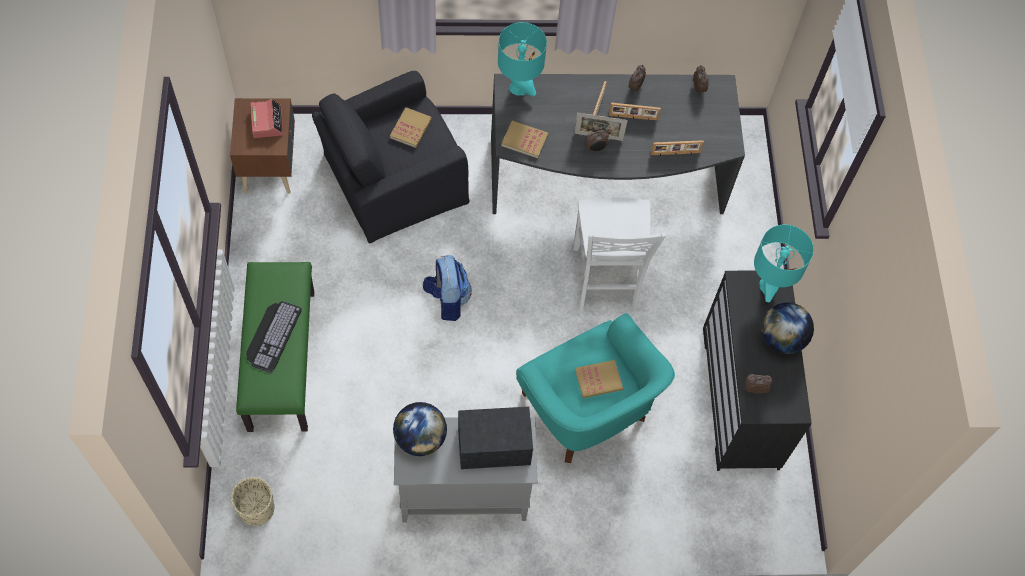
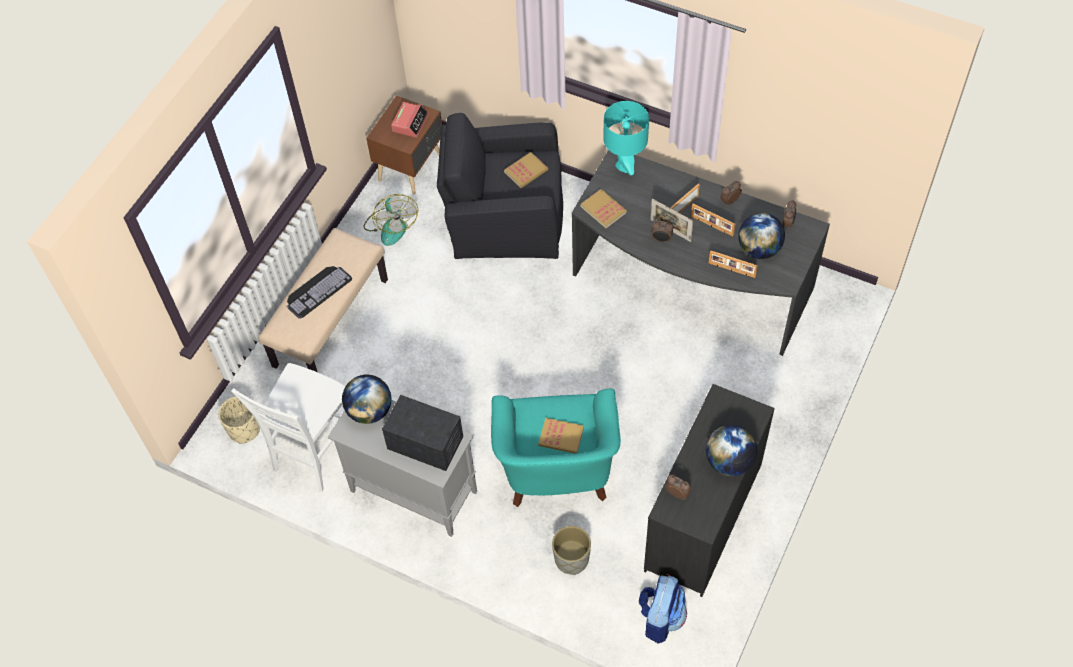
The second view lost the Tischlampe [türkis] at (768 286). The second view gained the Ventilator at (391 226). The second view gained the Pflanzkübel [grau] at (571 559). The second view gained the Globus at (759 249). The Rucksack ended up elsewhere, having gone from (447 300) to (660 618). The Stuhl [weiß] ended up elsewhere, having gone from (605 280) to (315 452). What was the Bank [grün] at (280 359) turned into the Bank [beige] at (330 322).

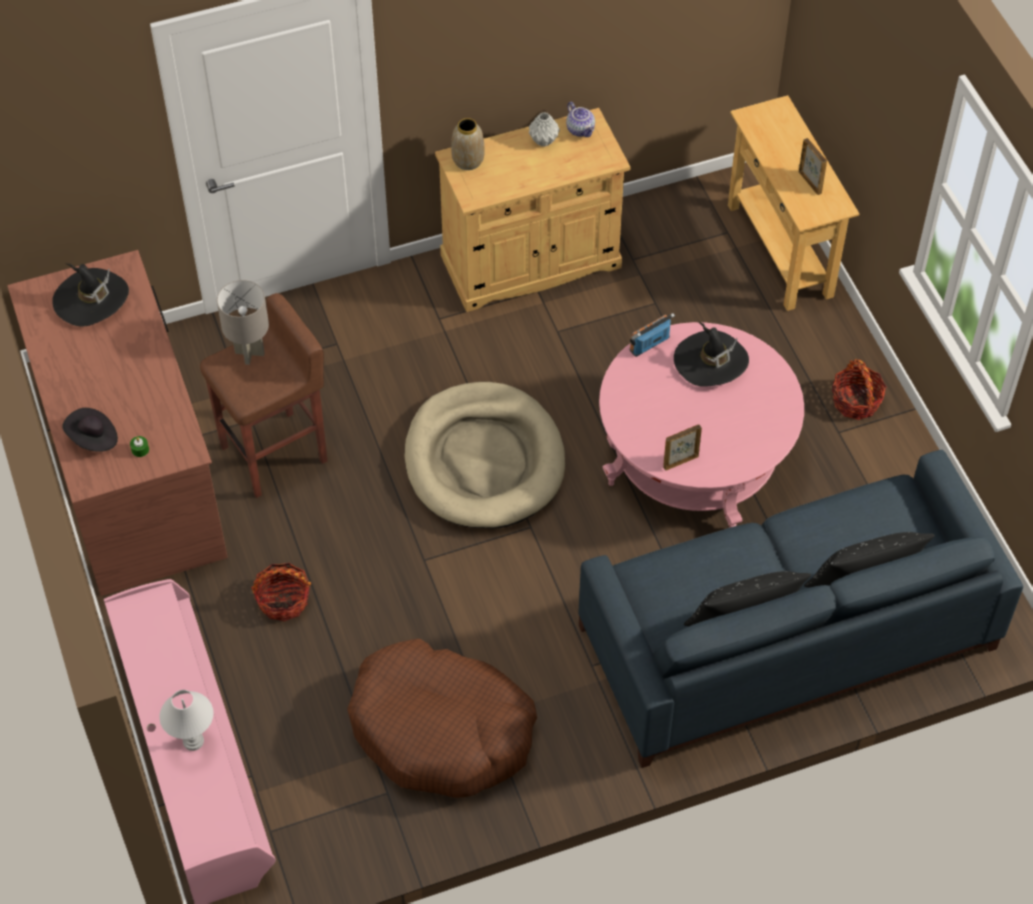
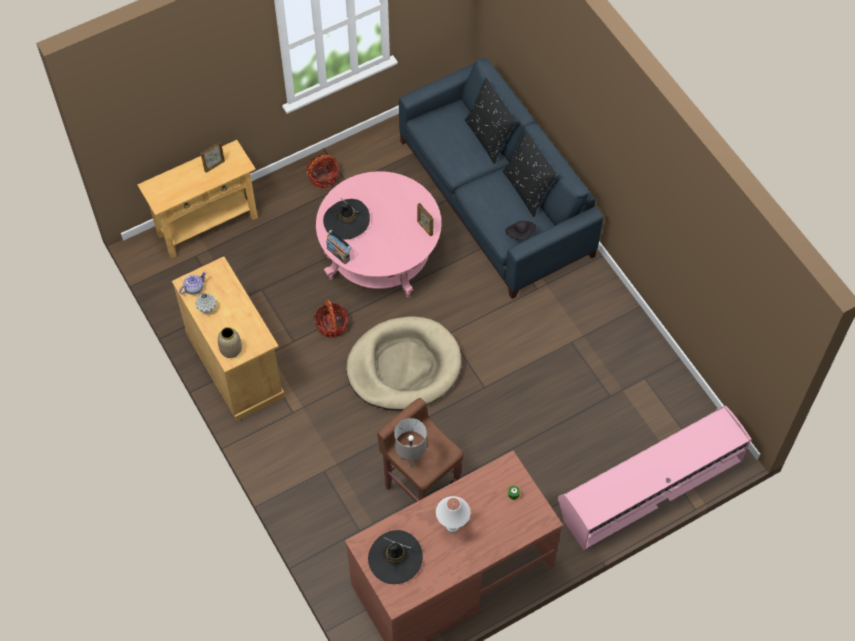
The second view lost the Hundebett [braun] at (441 730). The Hut [schwarz] ended up elsewhere, having gone from (93 439) to (520 234). The Tischlampe [weiß] ended up elsewhere, having gone from (193 741) to (452 526). The Korb ended up elsewhere, having gone from (283 600) to (331 325).

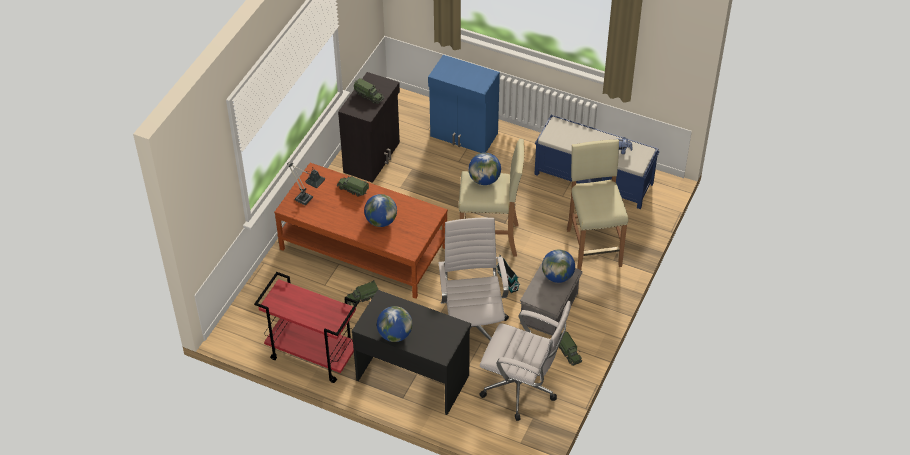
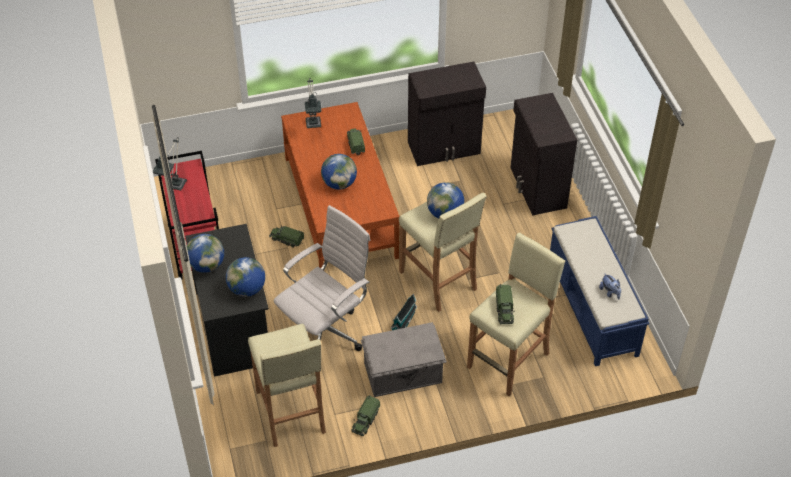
The second view gained the Tischlampe at (175 187). The Spielzeuglaster ended up elsewhere, having gone from (369 96) to (504 310). The Globus ended up elsewhere, having gone from (557 276) to (247 289). Where the Bürostuhl [weiß] stood at (522 389), the Hocker [beige] came to stand at (290 412). What was the Schrank [blau] at (464 135) turned into the Schrank [schwarz] at (537 188).

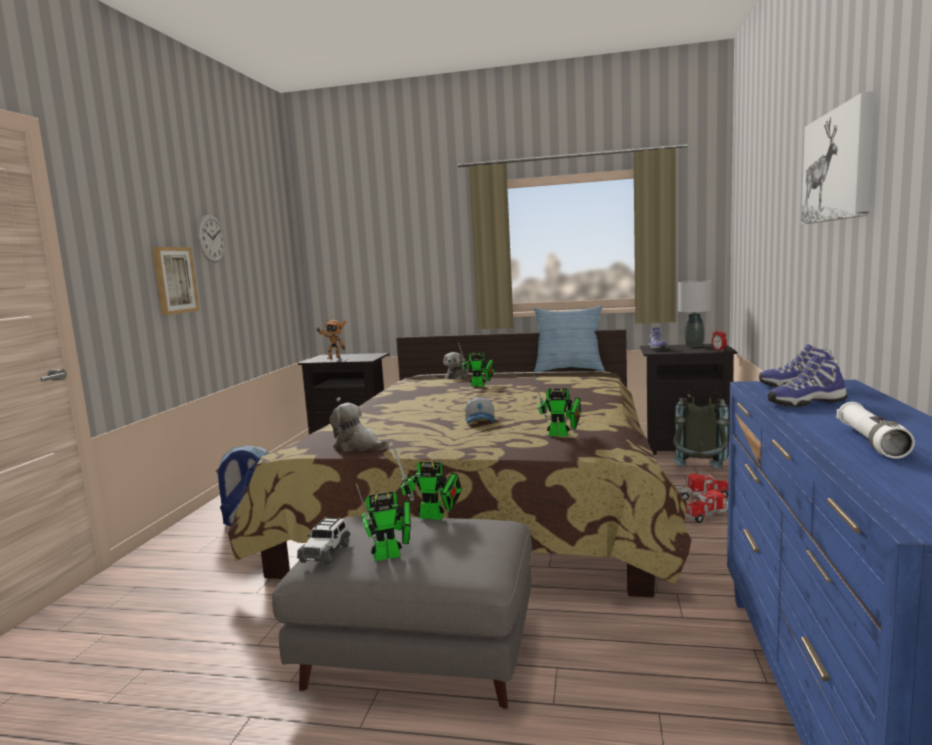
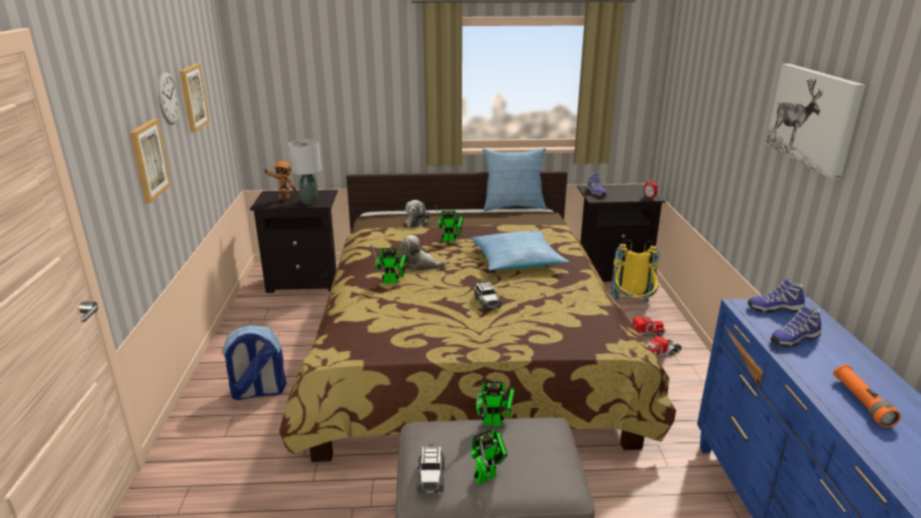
The second view gained the Bild at (193 97). The second view gained the Kissen at (516 260). The Plüschtier ended up elsewhere, having gone from (358 446) to (420 265). The Spielzeugroboter ended up elsewhere, having gone from (561 435) to (393 281). The Tischlampe [grau] ended up elsewhere, having gone from (694 345) to (310 202). Where the Kappe stood at (481 421), the Spielzeugauto came to stand at (487 302). What was the Rucksack [grau] at (699 473) turned into the Rucksack [gelb] at (632 306). What was the Taschenlampe [weiß] at (871 442) turned into the Taschenlampe [orange] at (862 402).

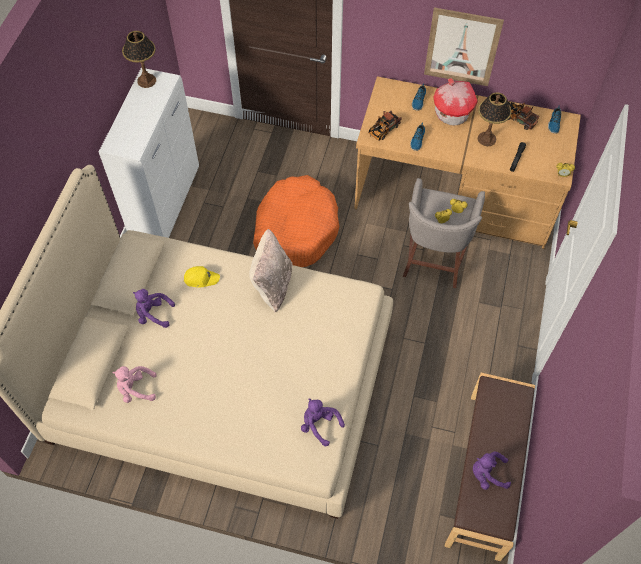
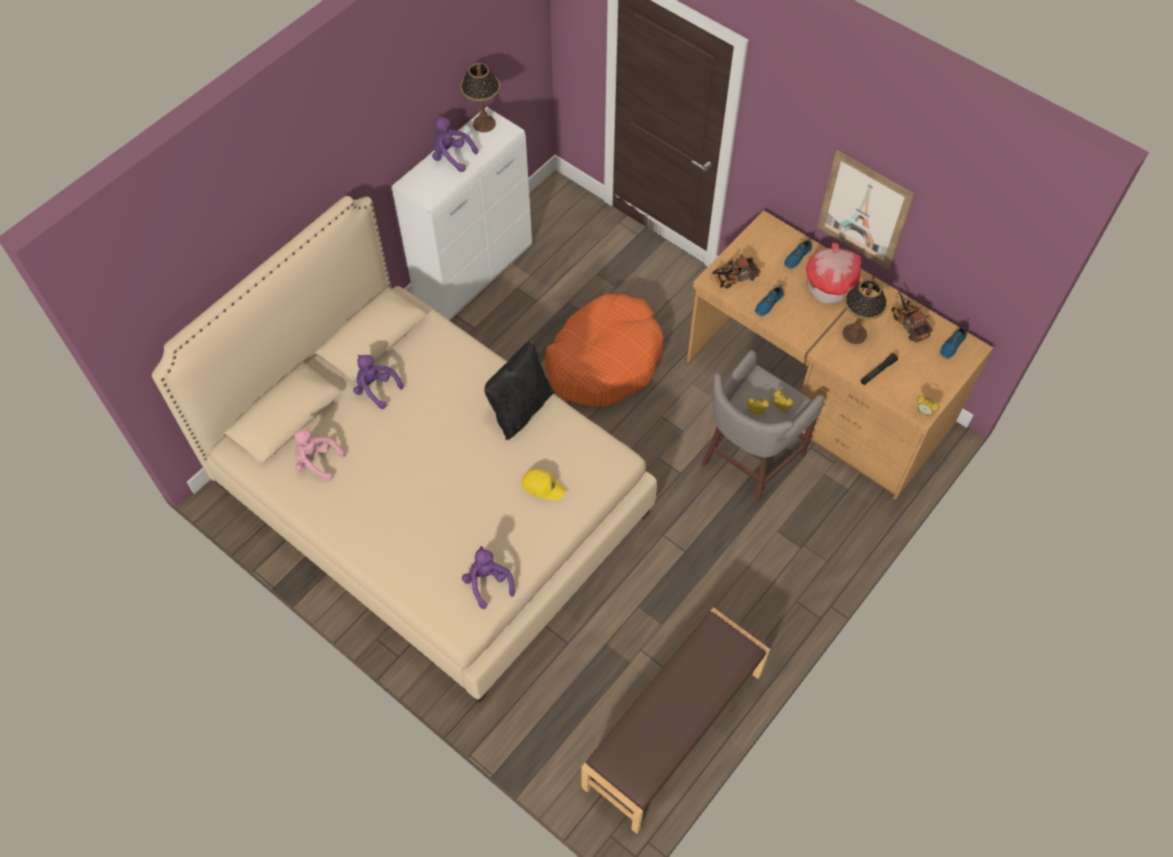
The Kappe [gelb] ended up elsewhere, having gone from (201 278) to (543 486). The Plüschtier [lila] ended up elsewhere, having gone from (487 474) to (451 156). What was the Kissen [beige] at (272 285) turned into the Kissen [schwarz] at (520 408).

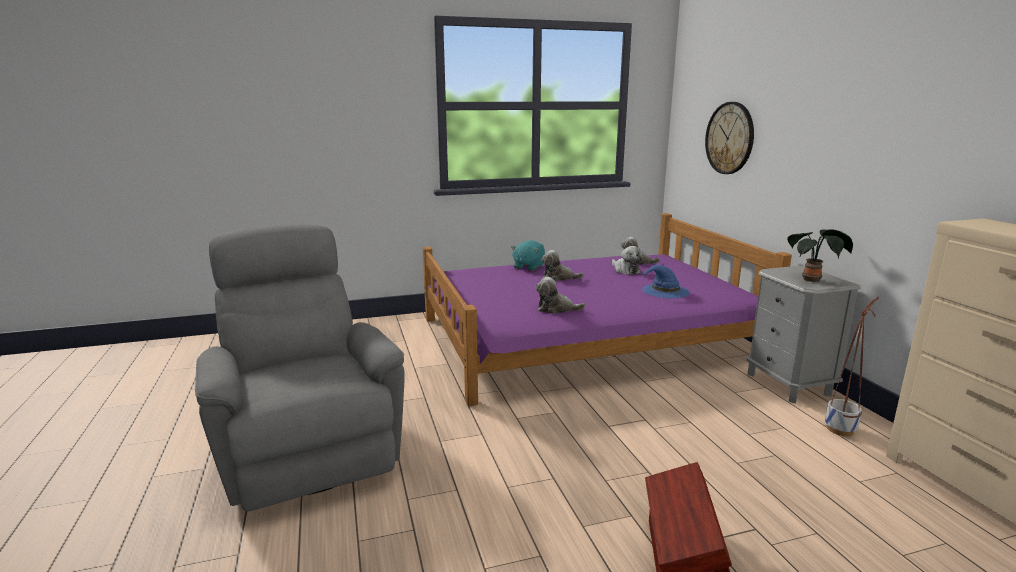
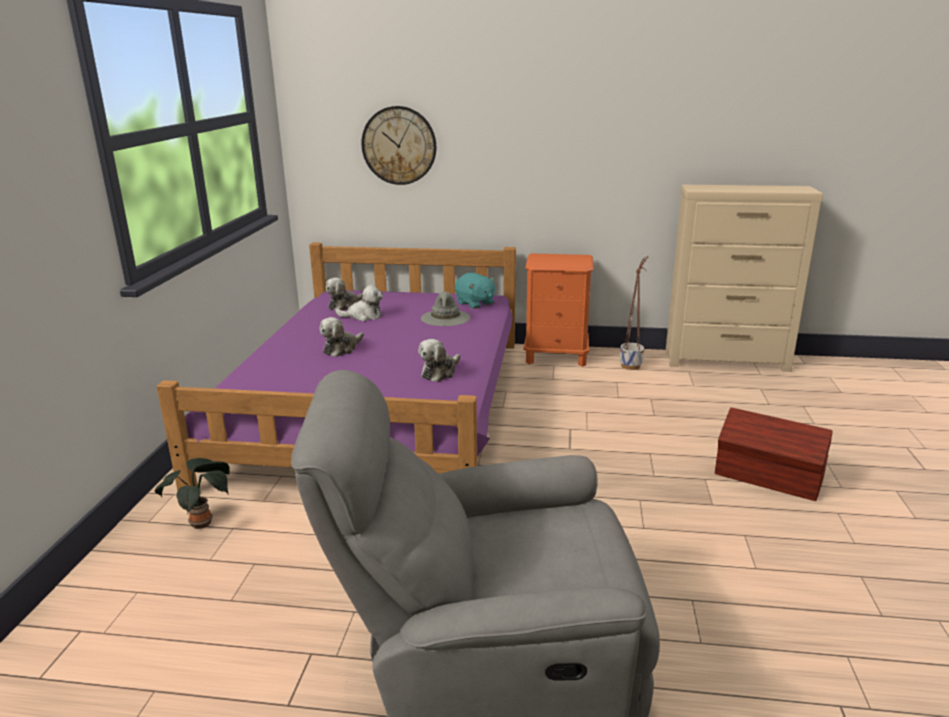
The Plüschtier [türkis] ended up elsewhere, having gone from (528 267) to (475 303). The Topfpflanze ended up elsewhere, having gone from (813 280) to (203 522). What was the Hut [blau] at (665 291) turned into the Hut [grau] at (445 318). What was the Nachttisch [grau] at (789 384) turned into the Nachttisch [orange] at (556 356).

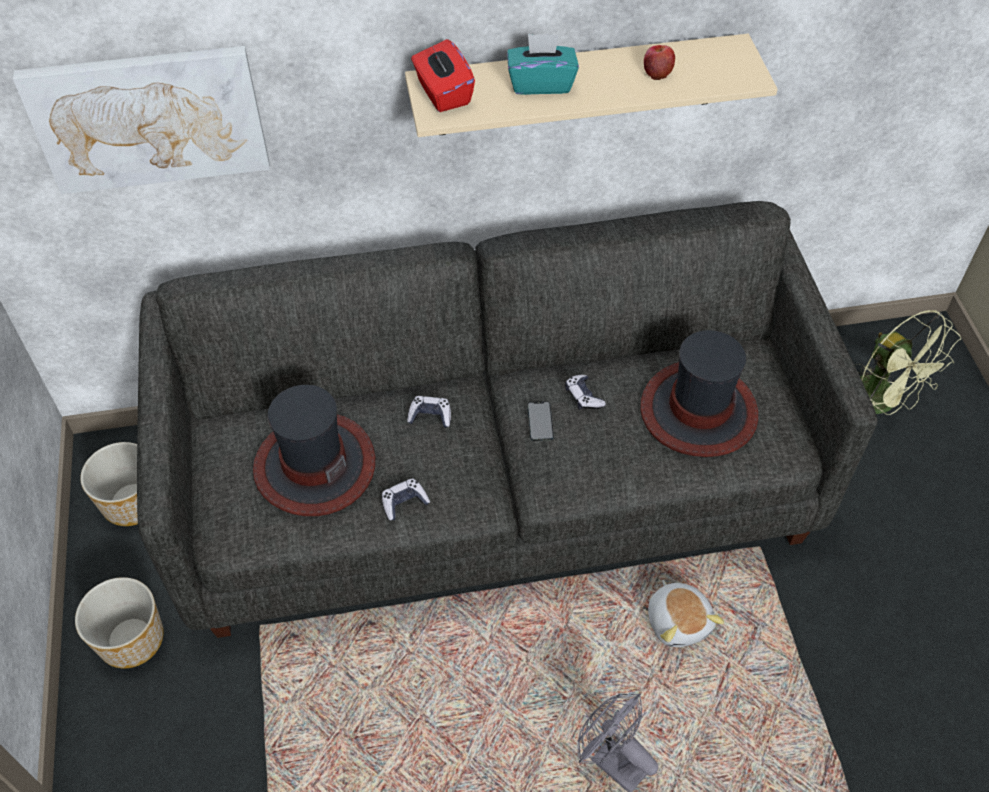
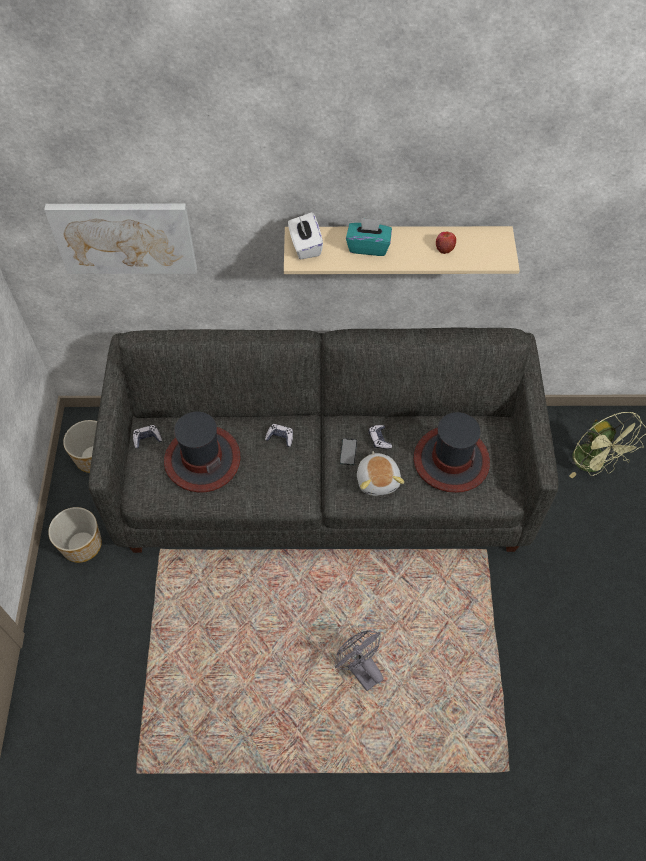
The Gamepad ended up elsewhere, having gone from (404 503) to (147 438). The Plüschtier ended up elsewhere, having gone from (678 621) to (378 480). What was the Taschentuchbox [rot] at (443 93) turned into the Taschentuchbox [weiß] at (305 246).

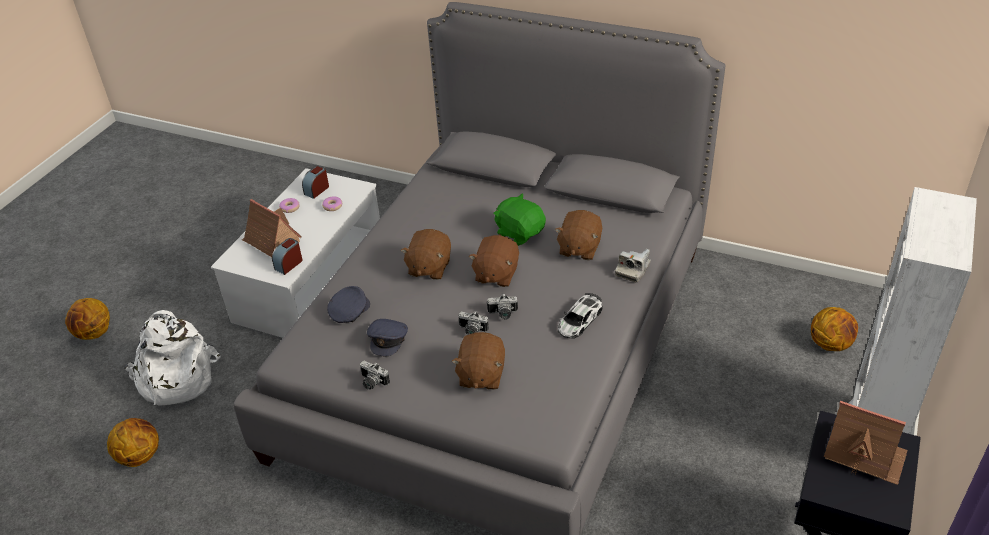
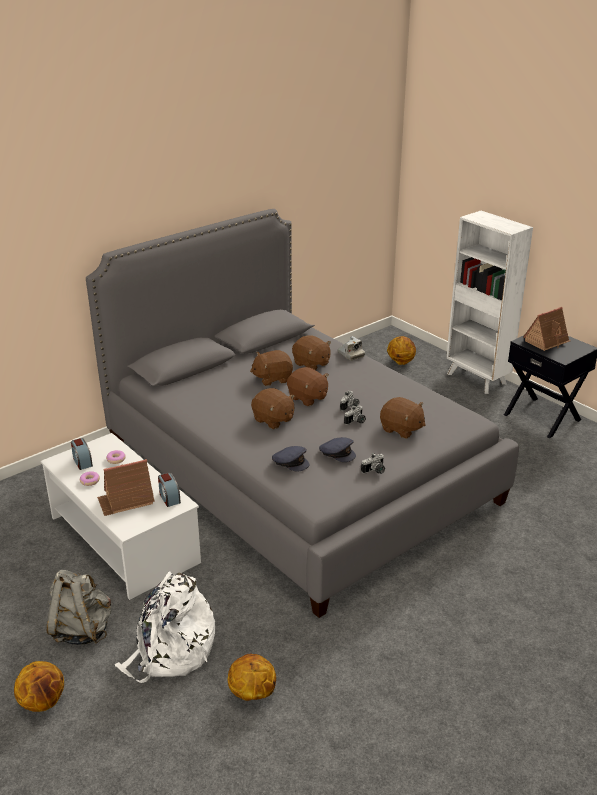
The second view lost the Spielzeugauto at (579 320). The second view gained the Rucksack [grau] at (82 630). What was the Plüschtier [grün] at (520 233) turned into the Plüschtier [braun] at (272 378). The Kappe [grau] at (349 311) ended up facing another way, 150 degrees clockwise from before.

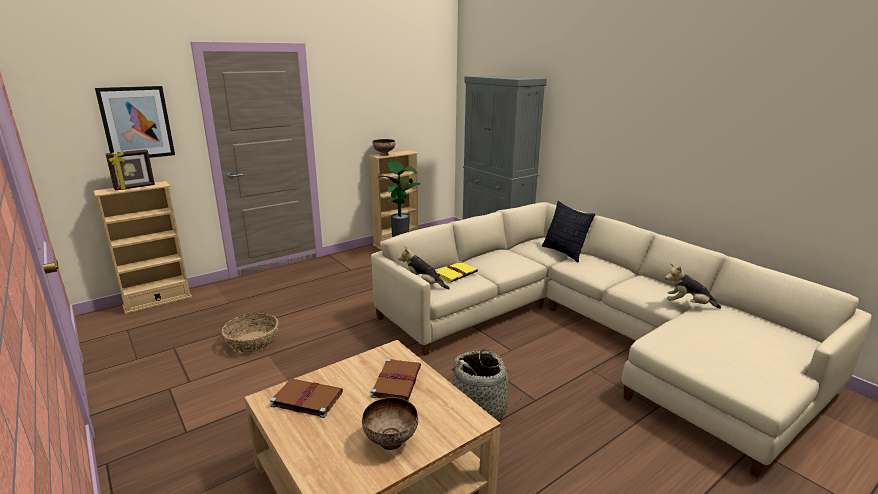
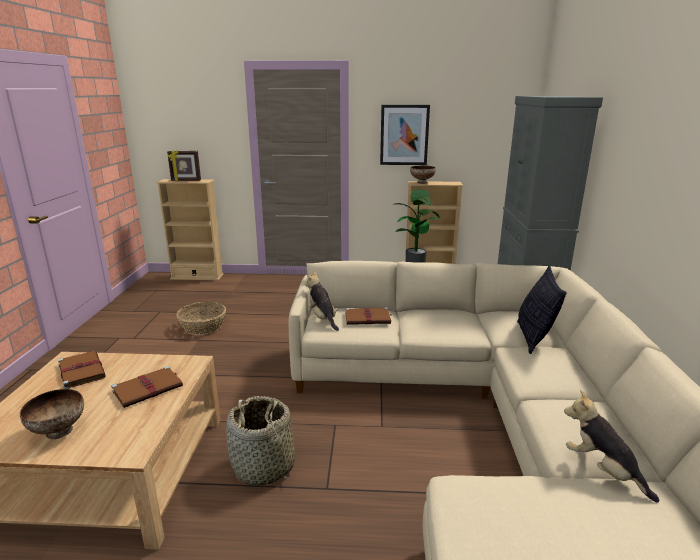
The Bild ended up elsewhere, having gone from (136 123) to (404 135). What was the Buch [gelb] at (456 273) turned into the Buch [braun] at (368 318).

